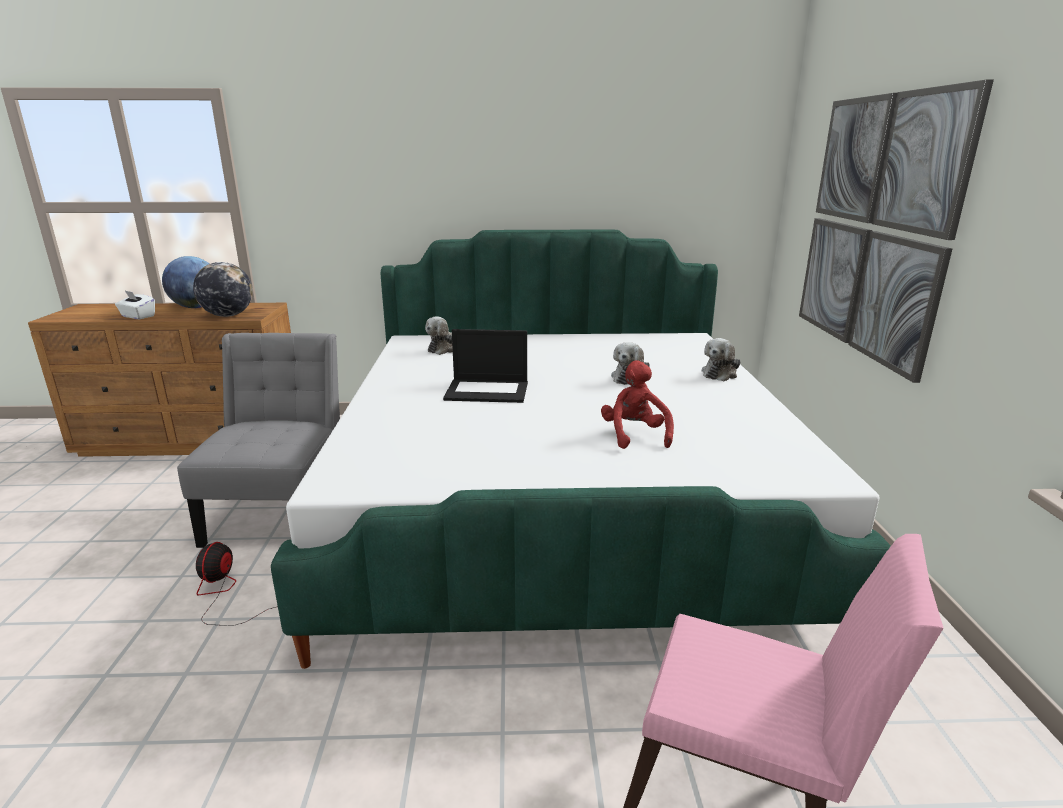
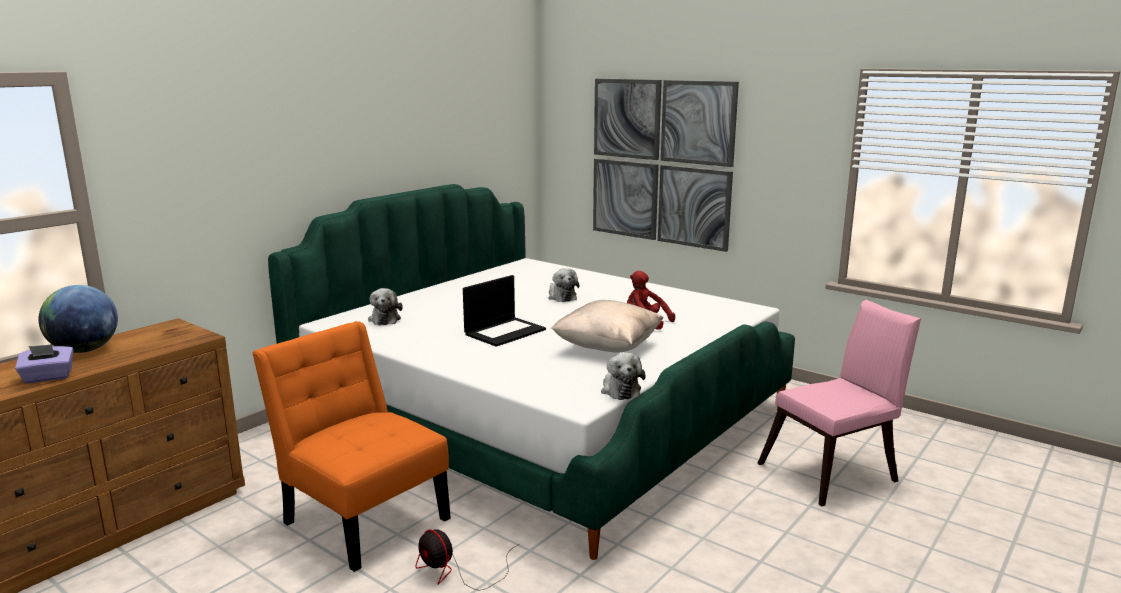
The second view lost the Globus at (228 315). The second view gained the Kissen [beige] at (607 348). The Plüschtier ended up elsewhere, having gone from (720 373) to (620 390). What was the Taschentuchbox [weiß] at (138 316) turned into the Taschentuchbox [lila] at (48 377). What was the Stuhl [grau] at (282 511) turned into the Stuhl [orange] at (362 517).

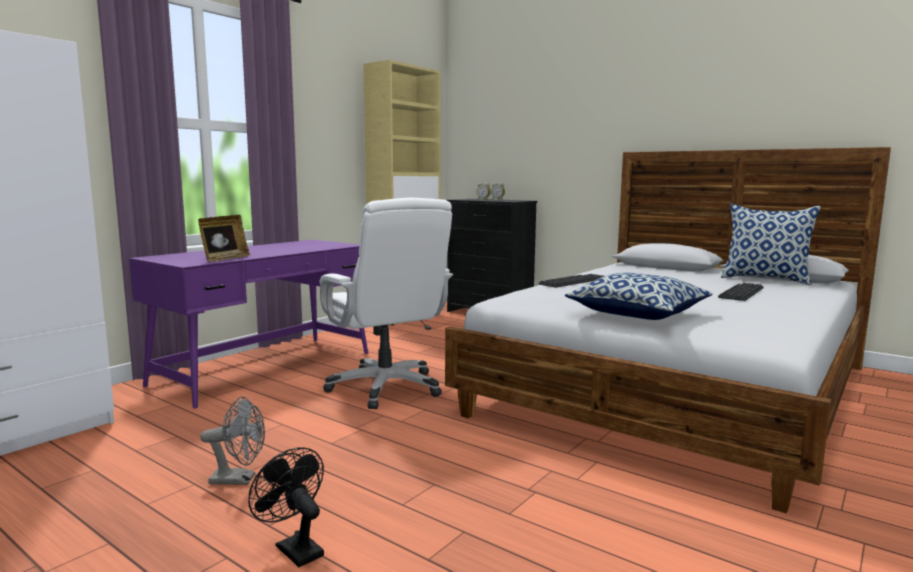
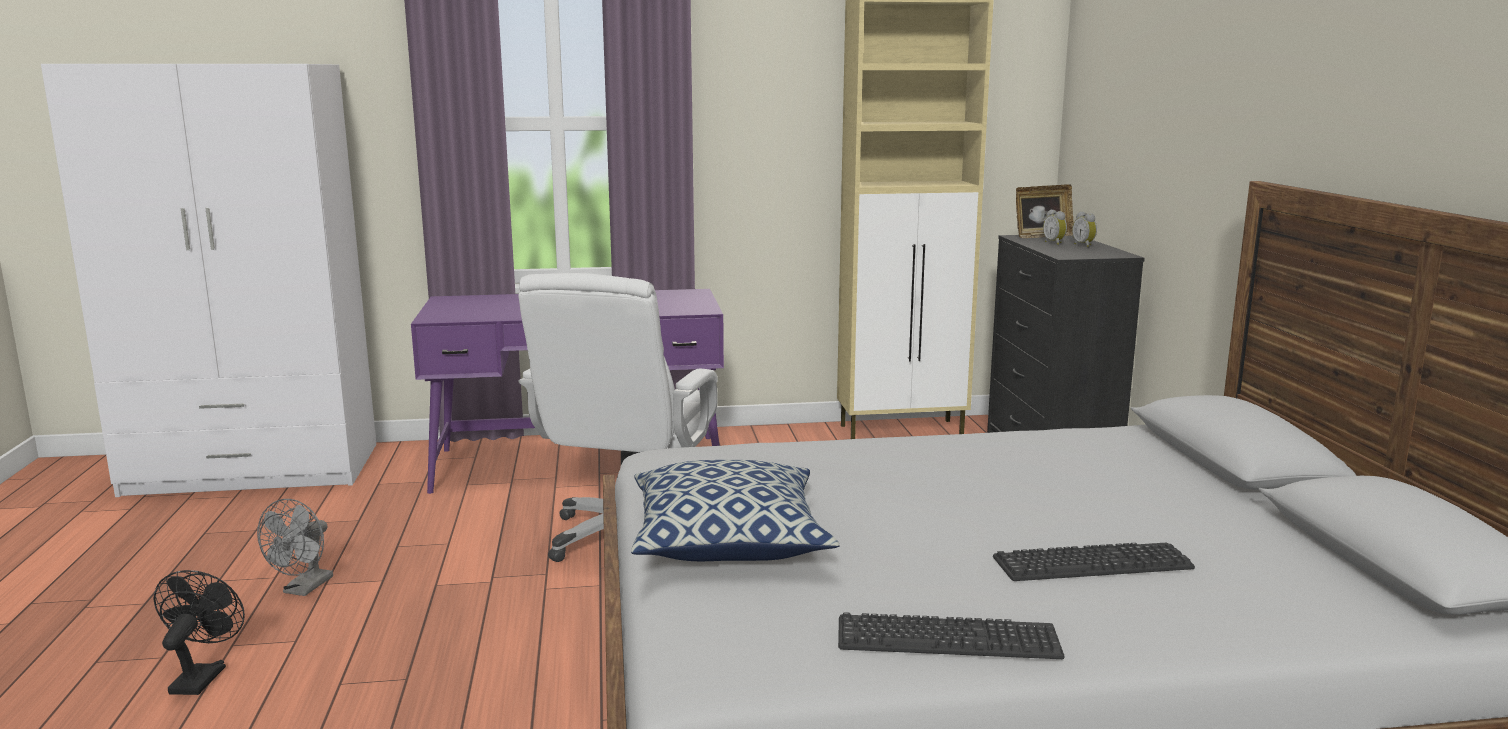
The second view lost the Kissen at (765 279). The Bilderrahmen ended up elsewhere, having gone from (225 259) to (1042 236). The Tastatur ended up elsewhere, having gone from (573 281) to (947 639). The Ventilator [grau] at (239 479) ended up facing another way, 60 degrees clockwise from before.

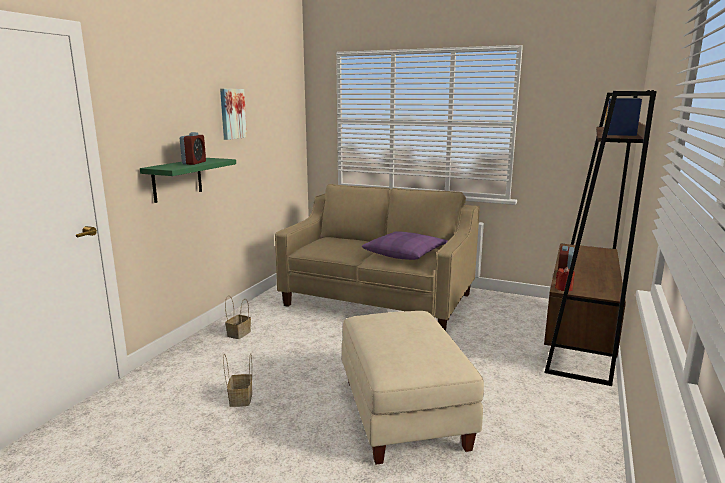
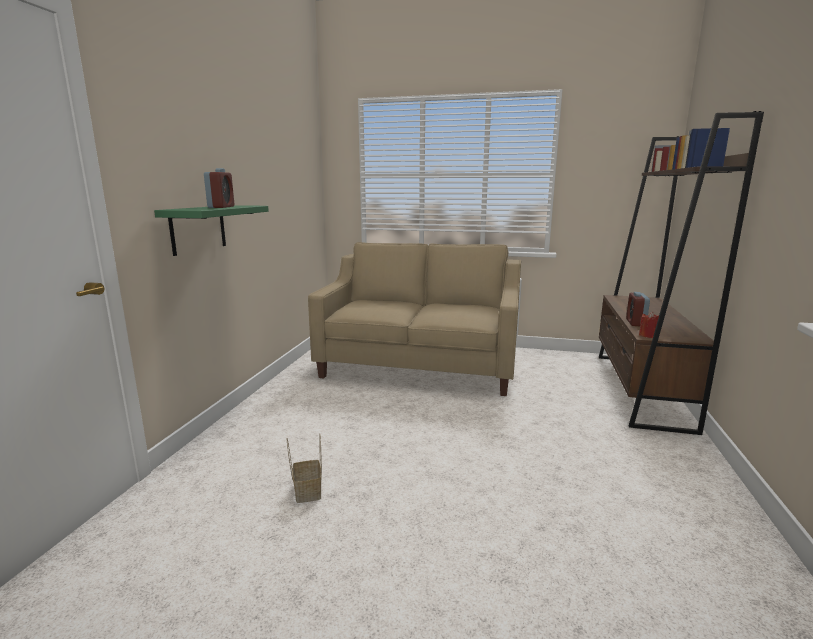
The second view lost the Bild at (232 113). The second view lost the Korb at (239 333). The second view lost the Polsterhocker [beige] at (405 413). The second view lost the Kissen [lila] at (405 253).

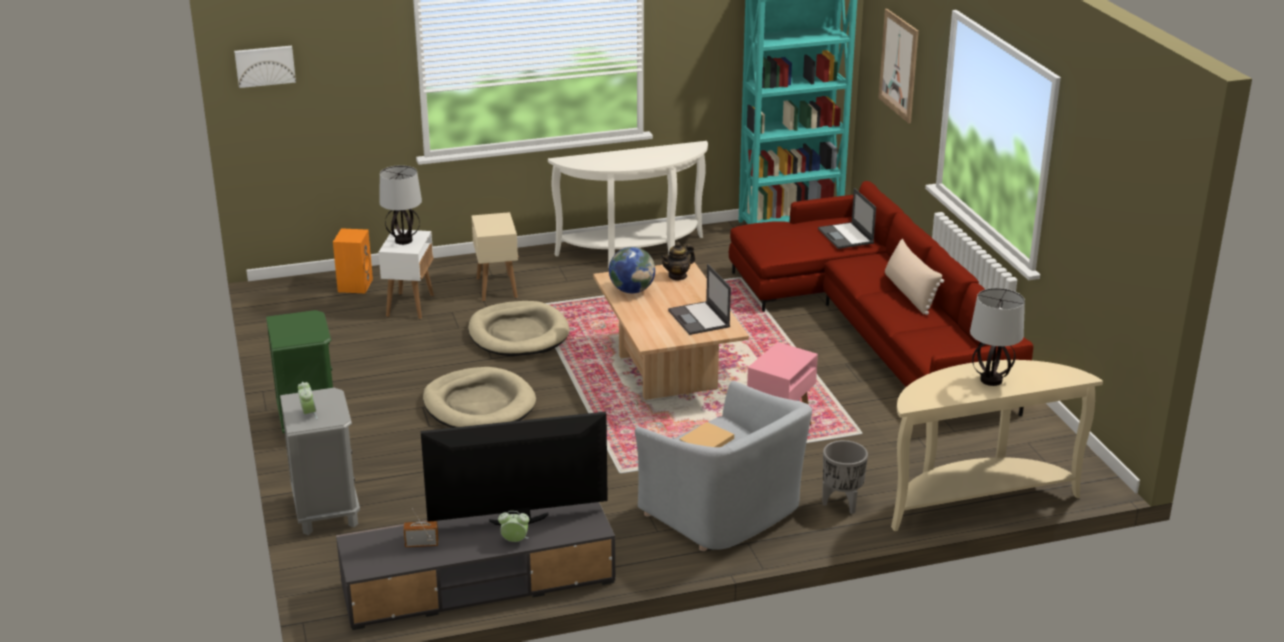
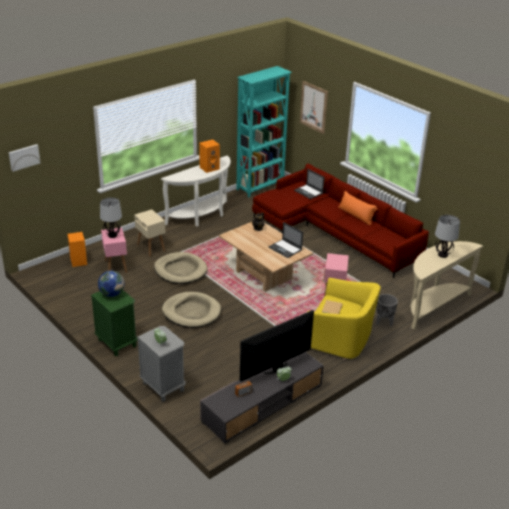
The second view gained the Lautsprecher [orange] at (209 168). The Globus ended up elsewhere, having gone from (632 290) to (112 294). What was the Beistelltisch [weiß] at (410 306) turned into the Beistelltisch [rosa] at (115 266). What was the Sessel [grau] at (725 512) turned into the Sessel [gelb] at (340 339). What was the Kissen [beige] at (910 293) turned into the Kissen [orange] at (355 216).

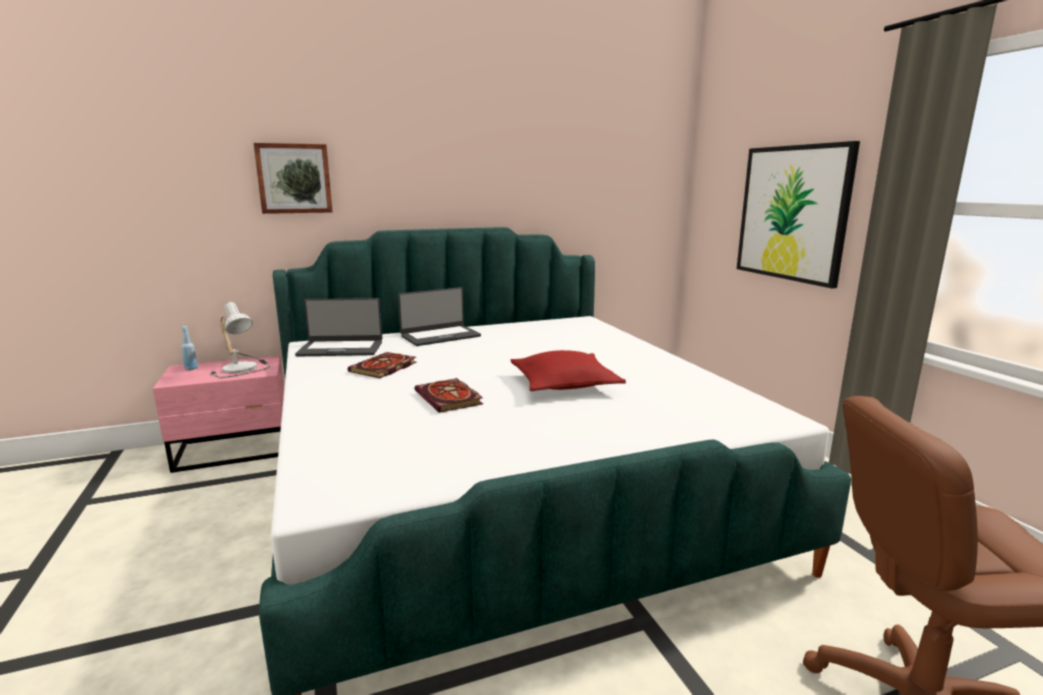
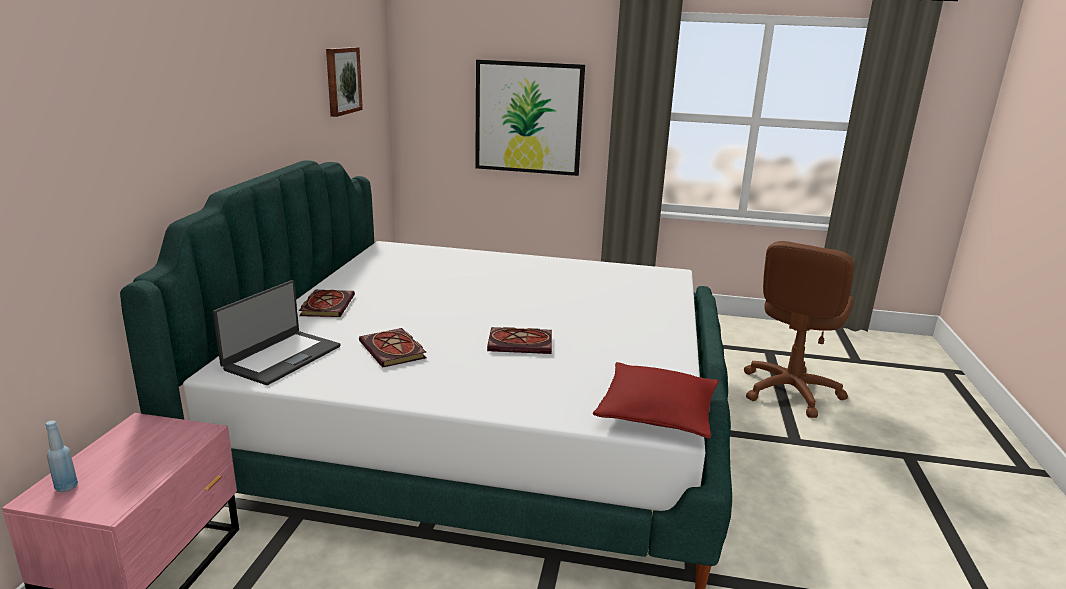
The second view lost the Tischlampe at (244 368). The Bild ended up elsewhere, having gone from (294 178) to (342 80). The Kissen [rot] ended up elsewhere, having gone from (564 384) to (657 412). Where the Laptop stood at (440 336), the Buch came to stand at (326 305).

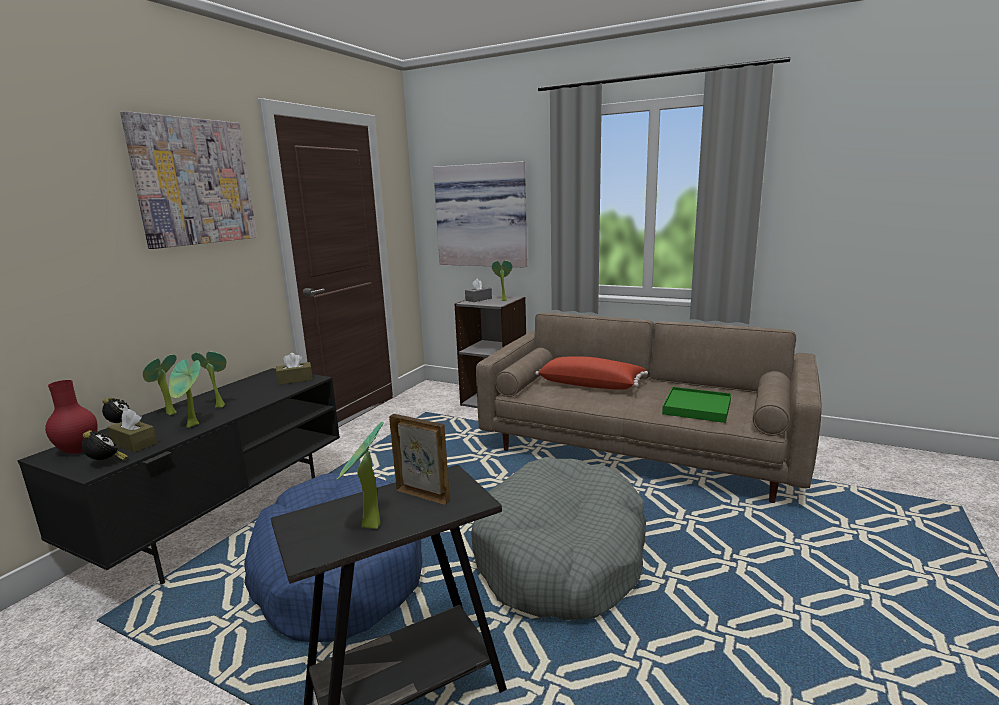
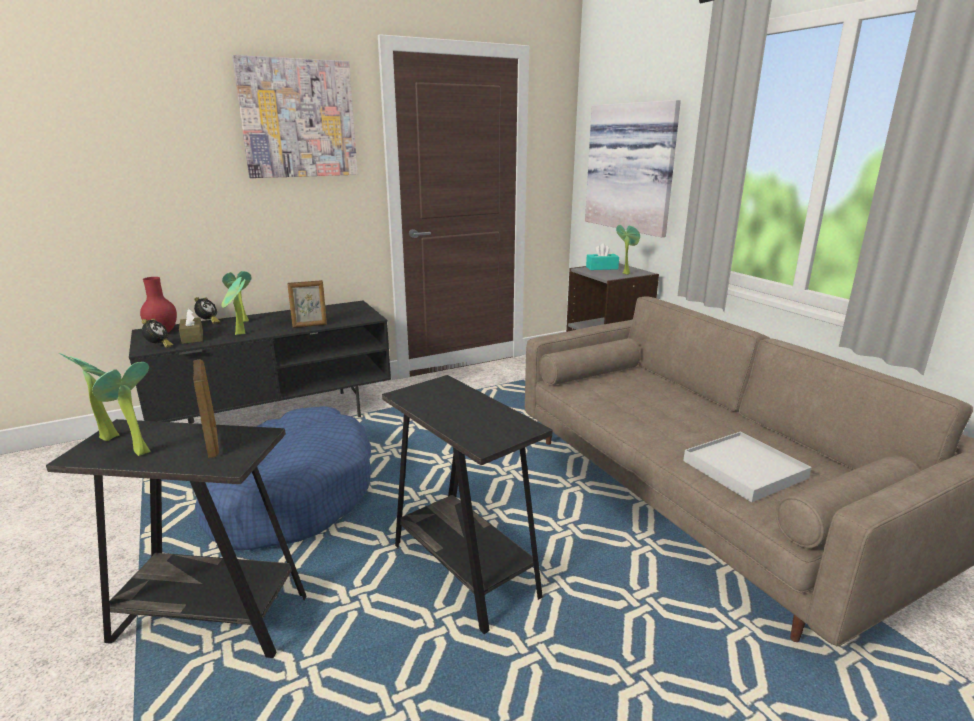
The second view lost the Taschentuchbox [braun] at (295 380). The second view lost the Kissen [rot] at (591 384). The second view gained the Bilderrahmen at (310 325). The Topfpflanze ended up elsewhere, having gone from (219 406) to (110 436). Where the Hundebett [grau] stood at (561 556), the Beistelltisch [schwarz] came to stand at (464 571). What was the Taschentuchbox [grau] at (478 299) turned into the Taschentuchbox [türkis] at (602 268). What was the Tablett [grün] at (697 407) turned into the Tablett [weiß] at (744 469).

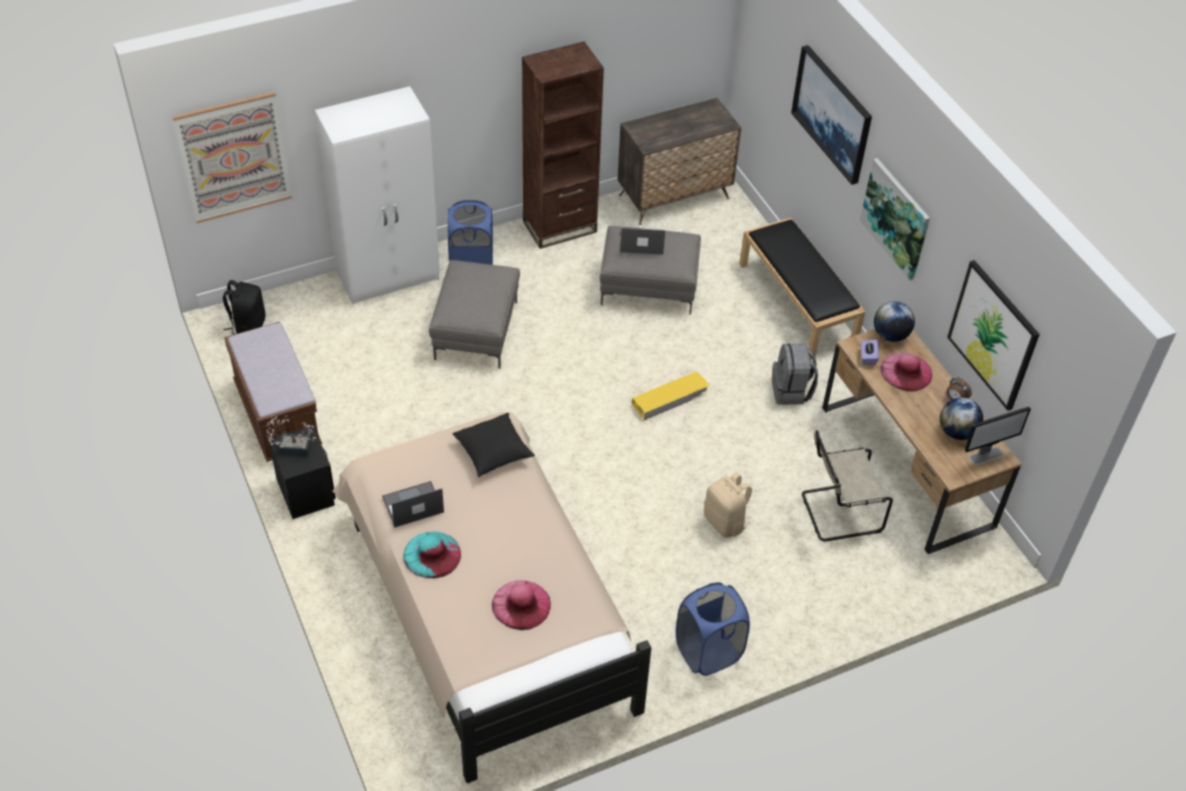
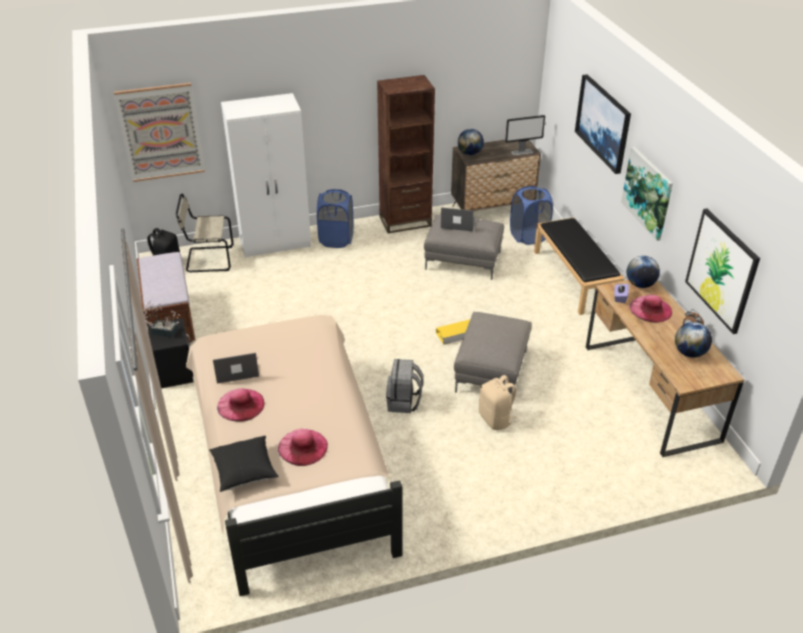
The second view gained the Globus at (470 153). The Polsterhocker [grau] ended up elsewhere, having gone from (475 329) to (490 371). The Kissen [schwarz] ended up elsewhere, having gone from (493 453) to (244 471). The Wäschekorb [blau] ended up elsewhere, having gone from (708 652) to (528 236). The Rucksack [grau] ended up elsewhere, having gone from (791 391) to (404 402). The Stuhl [beige] ended up elsewhere, having gone from (838 512) to (208 259). The Monitor ended up elsewhere, having gone from (986 456) to (522 152). What was the Hut [türkis] at (432 554) turned into the Hut [rosa] at (241 405).

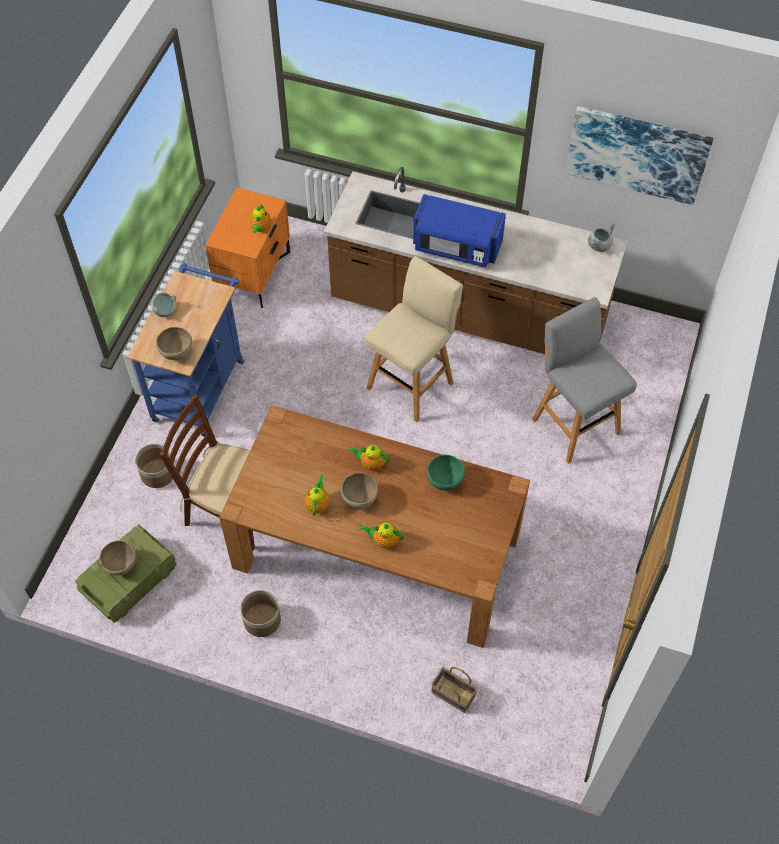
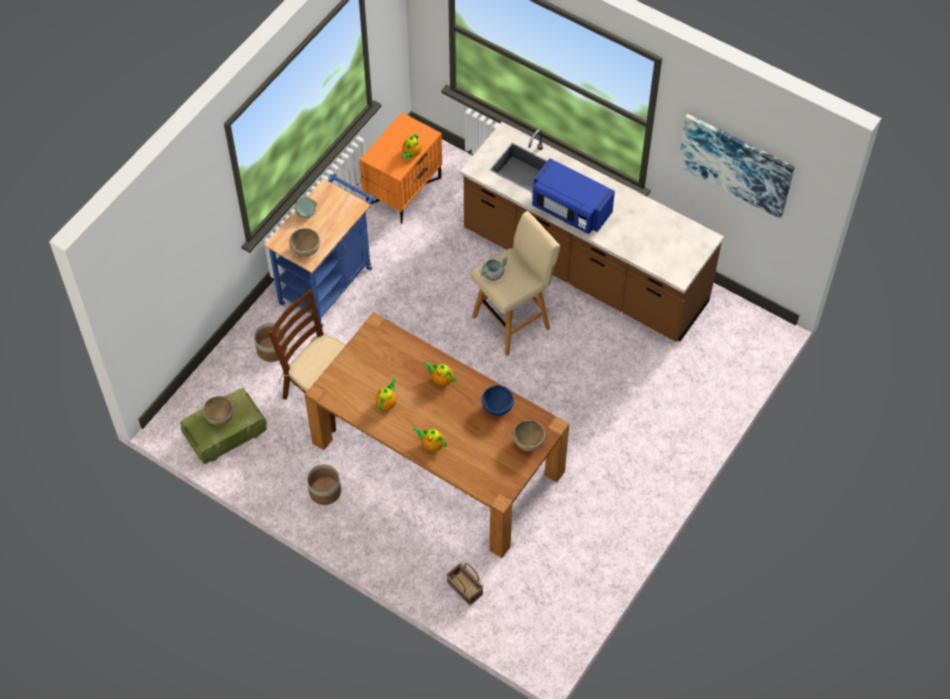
The second view lost the Hocker [grau] at (574 424). The Schüssel [braun] ended up elsewhere, having gone from (360 499) to (528 443). The Kochtopf [grau] ended up elsewhere, having gone from (599 245) to (493 274). What was the Schüssel [grün] at (444 481) turned into the Schüssel [blau] at (497 408).

